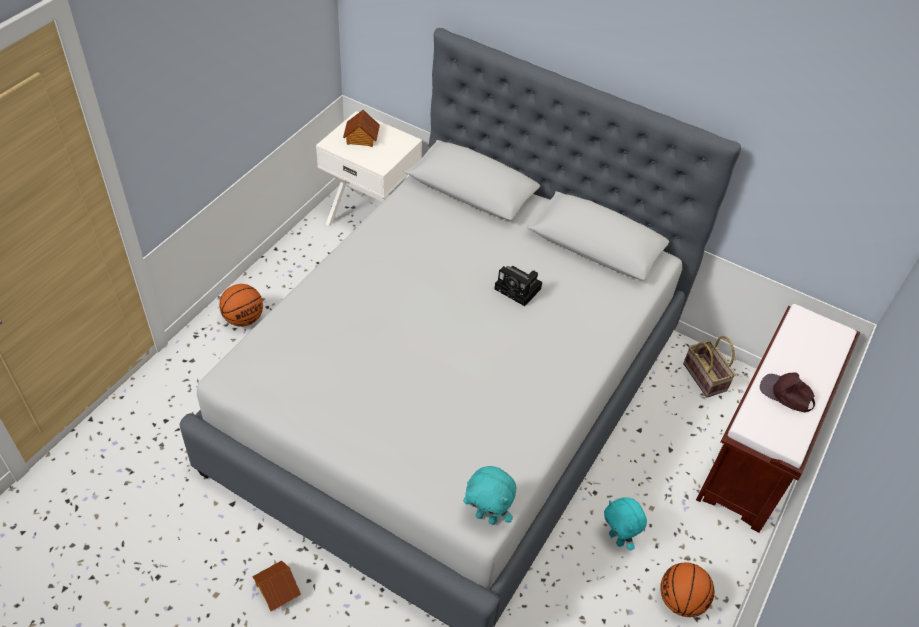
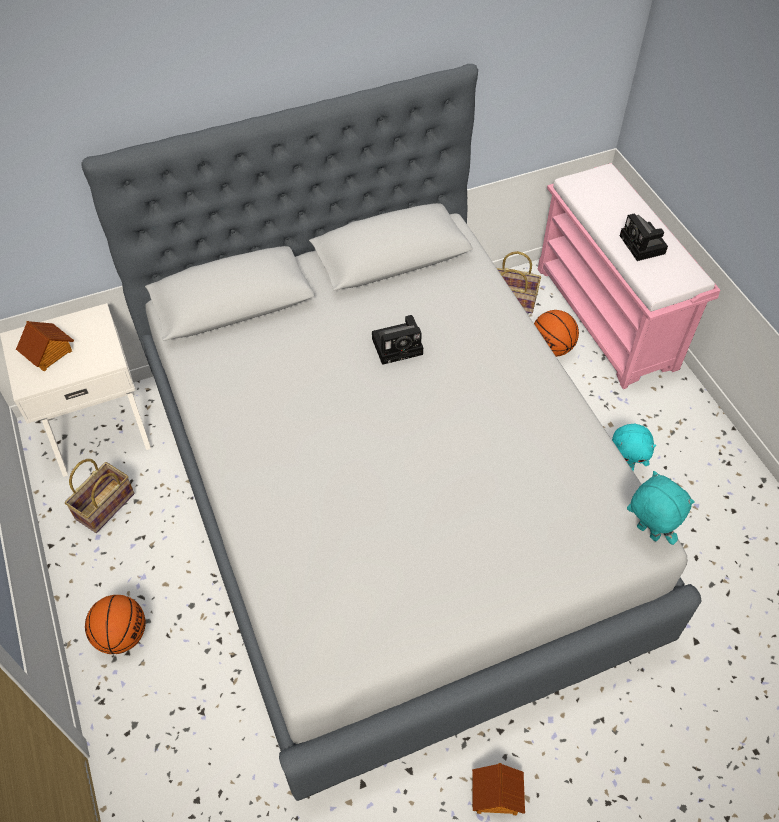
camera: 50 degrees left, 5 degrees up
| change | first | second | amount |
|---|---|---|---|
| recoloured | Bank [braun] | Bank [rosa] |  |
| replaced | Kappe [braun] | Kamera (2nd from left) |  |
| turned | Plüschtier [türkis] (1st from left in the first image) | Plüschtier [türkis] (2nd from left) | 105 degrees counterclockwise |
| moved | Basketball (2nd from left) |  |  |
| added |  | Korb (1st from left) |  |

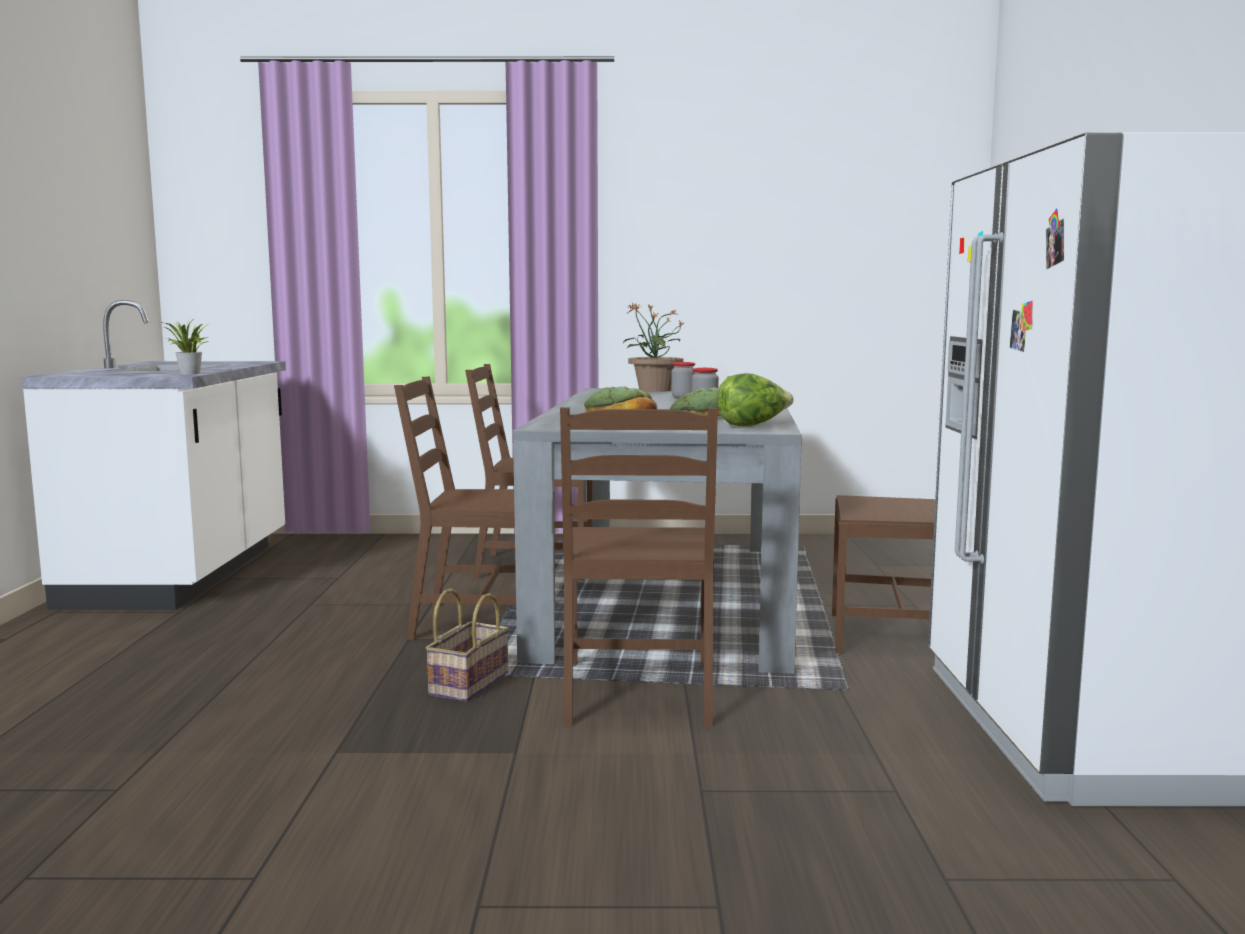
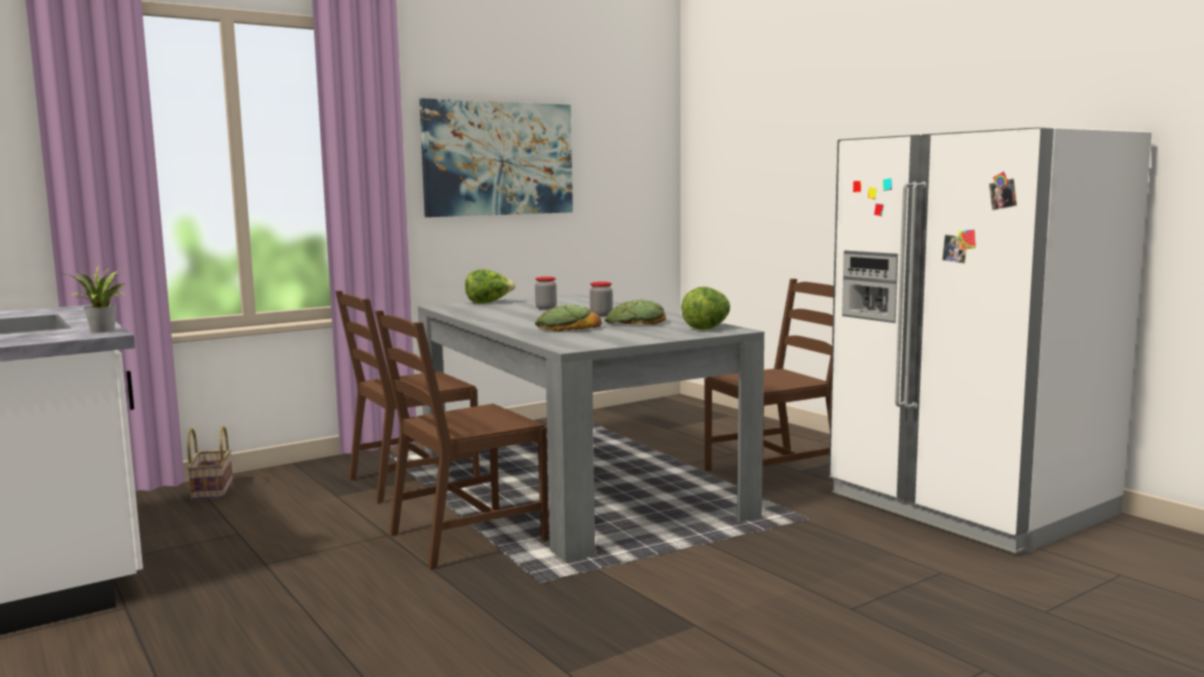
camera: 35 degrees left, 0 degrees up
| change | first | second | amount |
|---|---|---|---|
| replaced | Topfpflanze (2nd from left) | Salatkopf (1st from left) |  |
| removed | Stuhl [braun] (3rd from left) |  |  |
| moved | Korb |  |  |
| added |  | Bild |  |

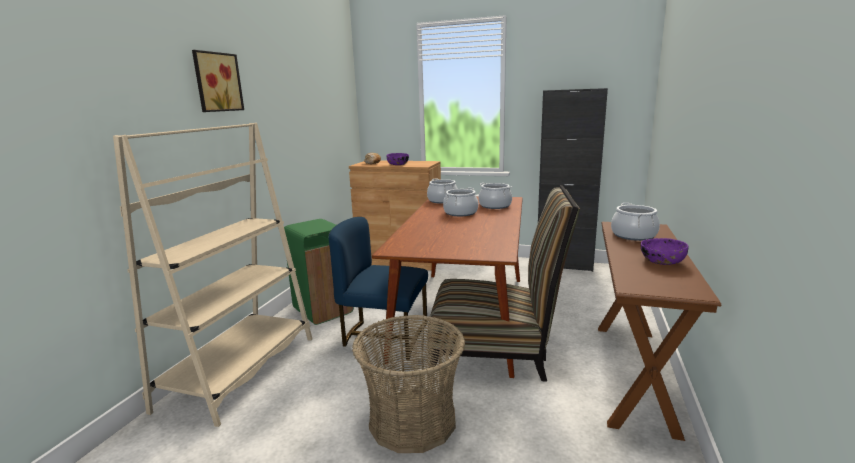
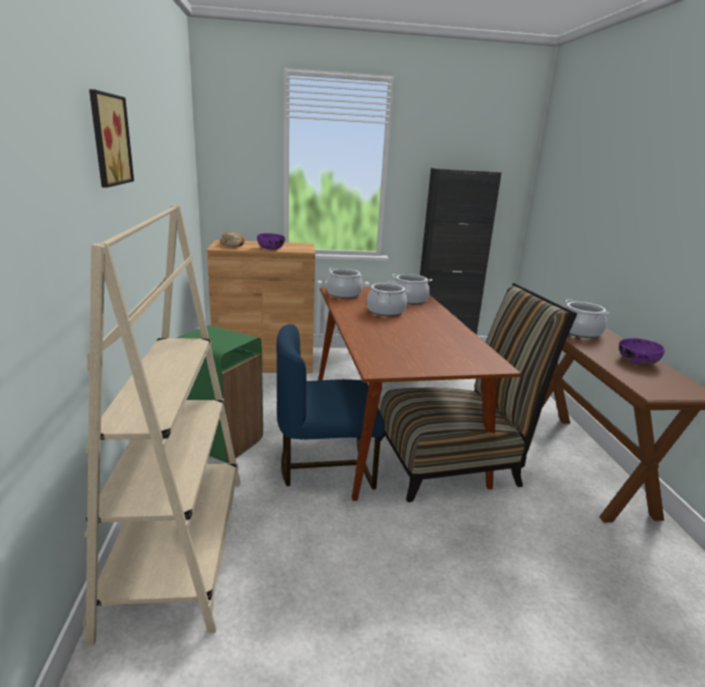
camera: 25 degrees left, 5 degrees up
| change | first | second | amount |
|---|---|---|---|
| removed | Korb |  |  |

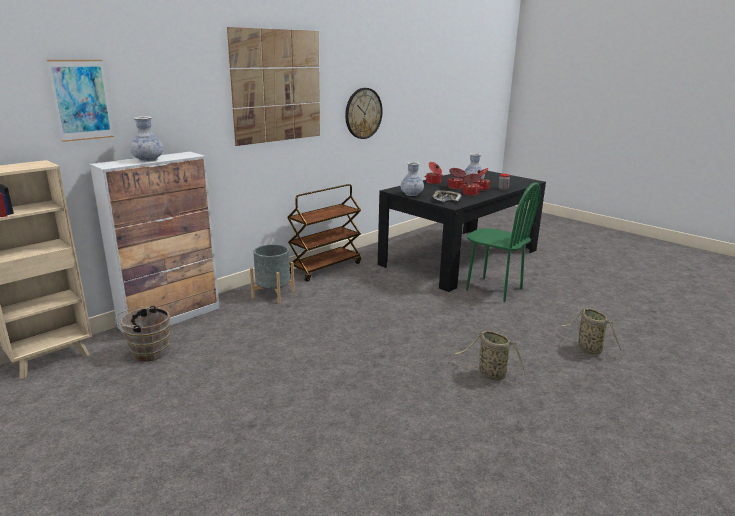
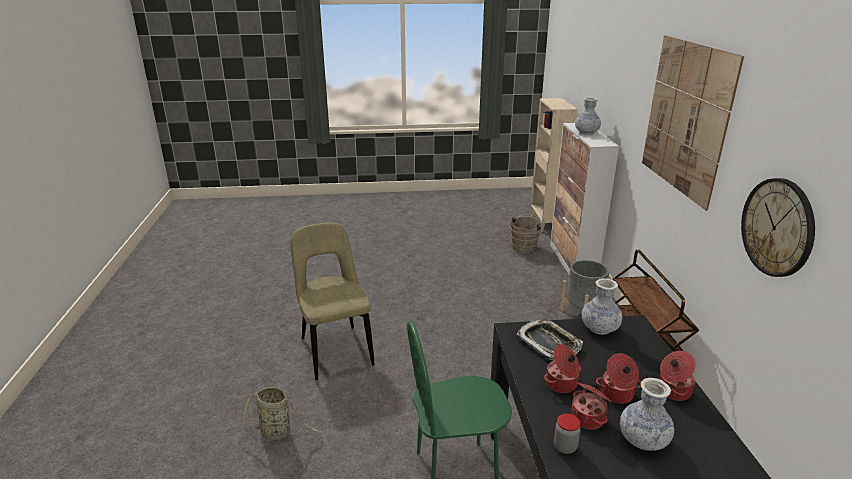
camera: 130 degrees right, 5 degrees up
| change | first | second | amount |
|---|---|---|---|
| removed | Bild (1st from left) |  |  |
| replaced | Korb (1st from left) | Stuhl [beige] |  |

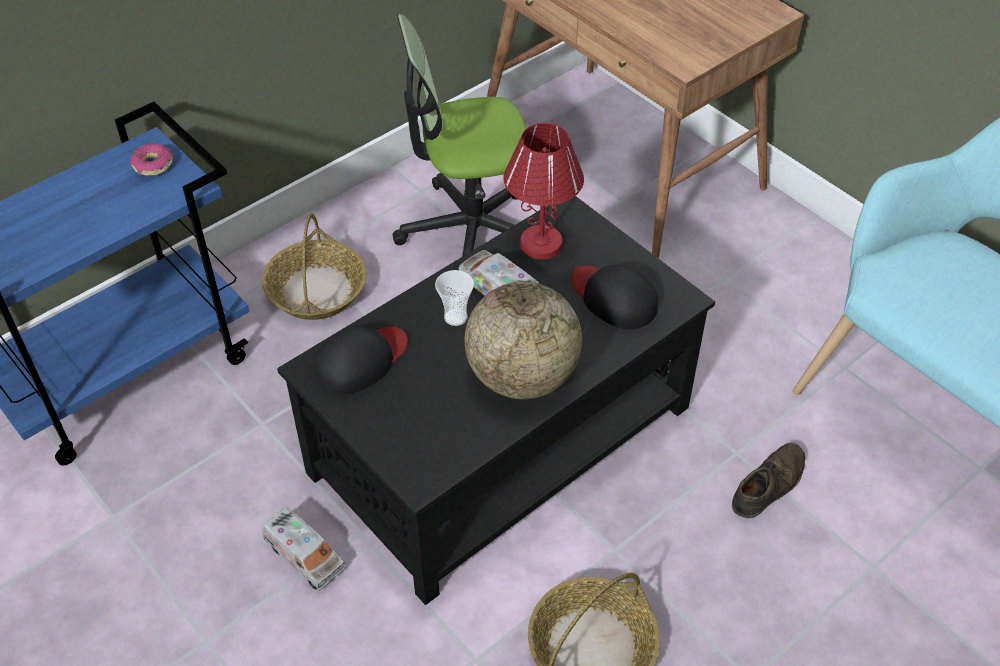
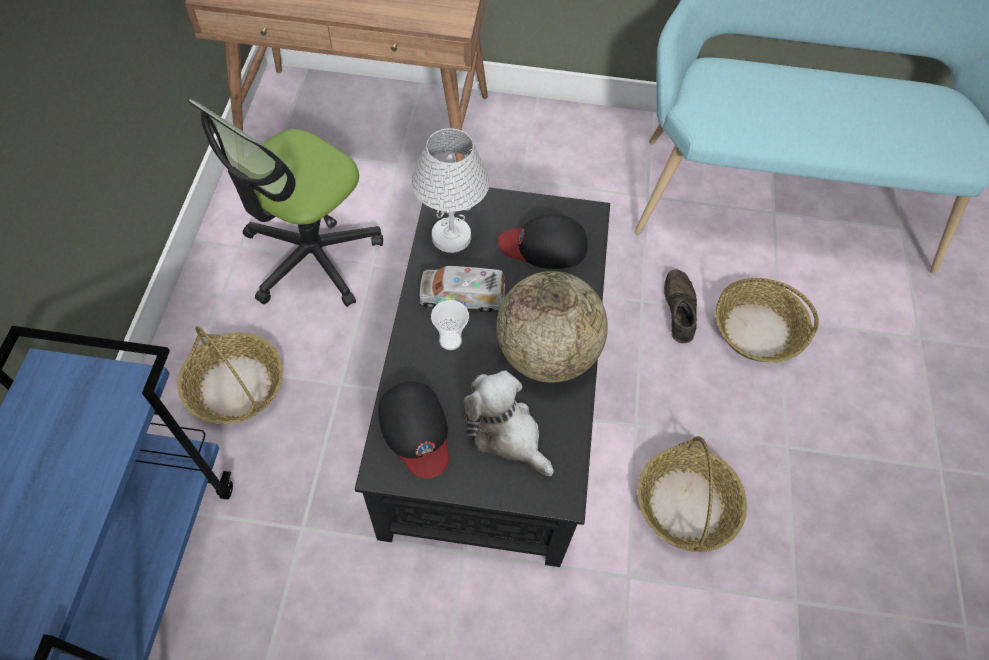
camera: 45 degrees left, 10 degrees up
| change | first | second | amount |
|---|---|---|---|
| recoloured | Tischlampe [rot] | Tischlampe [weiß] |  |
| removed | Donut |  |  |
| turned | Kappe [schwarz] (1st from left) |  | 150 degrees clockwise |
| removed | Spielzeuglaster (1st from left) |  |  |
| added |  | Korb (3rd from left) |  |
| added |  | Plüschtier |  |

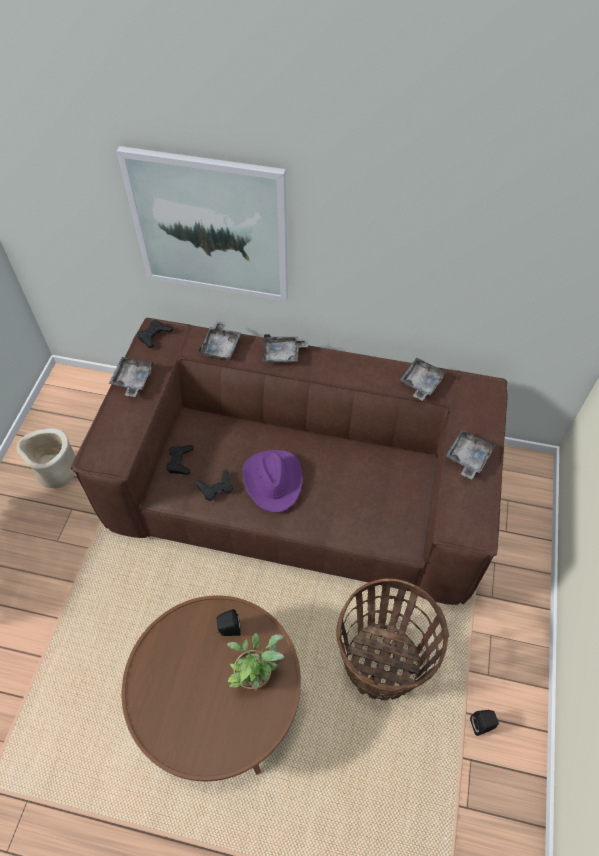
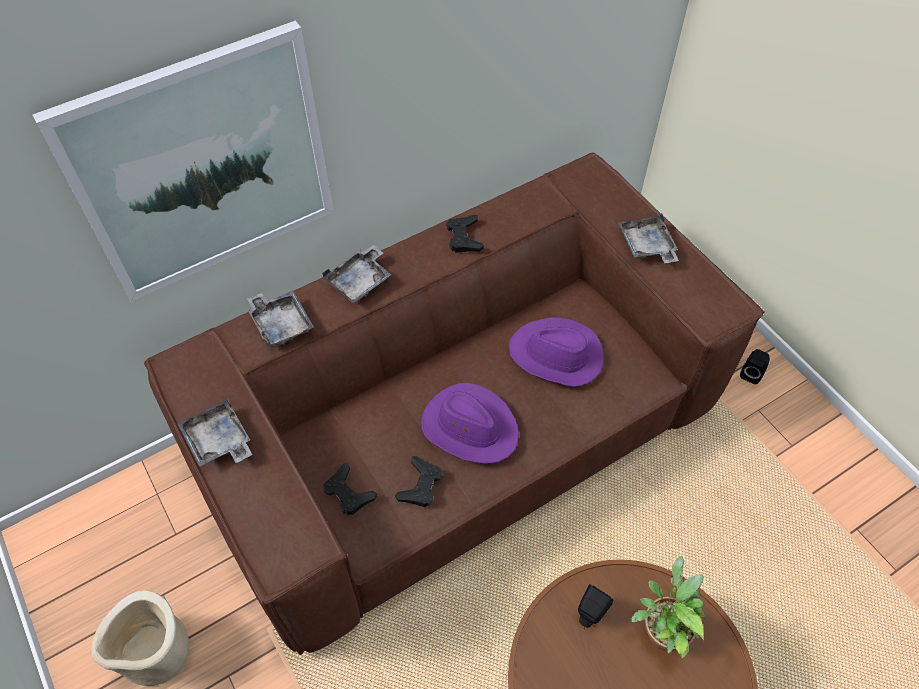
camera: 45 degrees left, 0 degrees up
| change | first | second | amount |
|---|---|---|---|
| moved | Gamepad [schwarz] (1st from left in the first image) | Gamepad [schwarz] (3rd from left) |  |
| removed | Tablett [grau] (4th from left) |  |  |
| removed | Korb |  |  |
| moved | Lautsprecher [schwarz] (2nd from left) |  |  |
| added |  | Hut [lila] (2nd from left) |  |

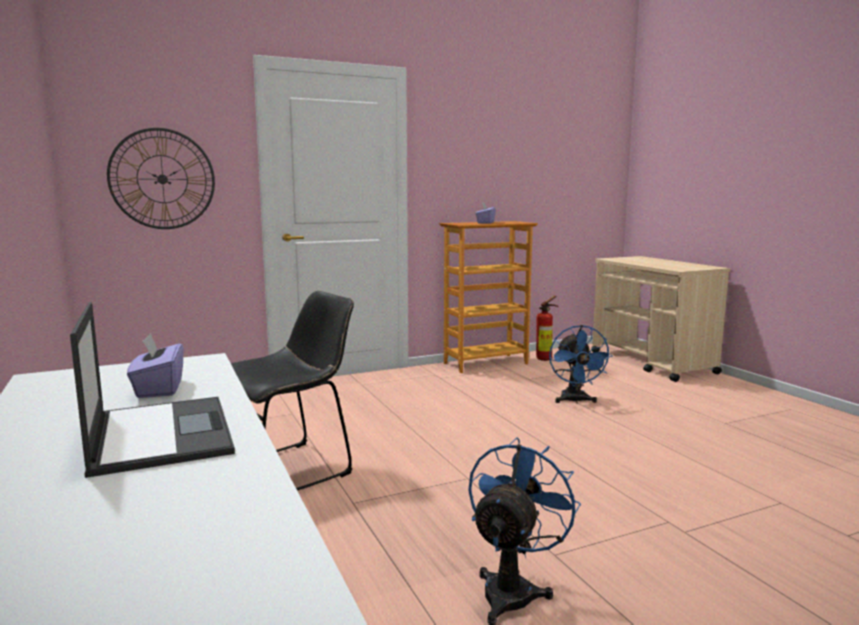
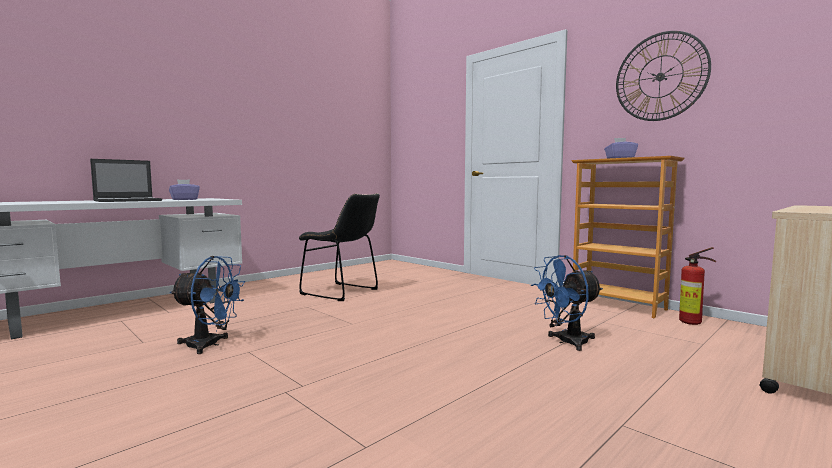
camera: 70 degrees right, 5 degrees down
| change | first | second | amount |
|---|---|---|---|
| moved | Wanduhr |  |  |

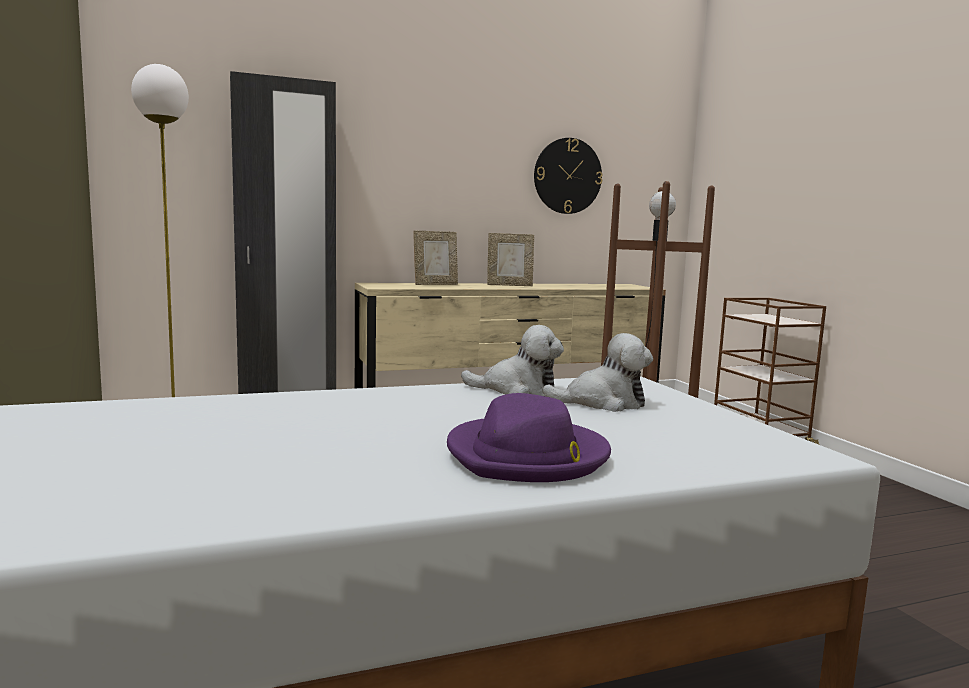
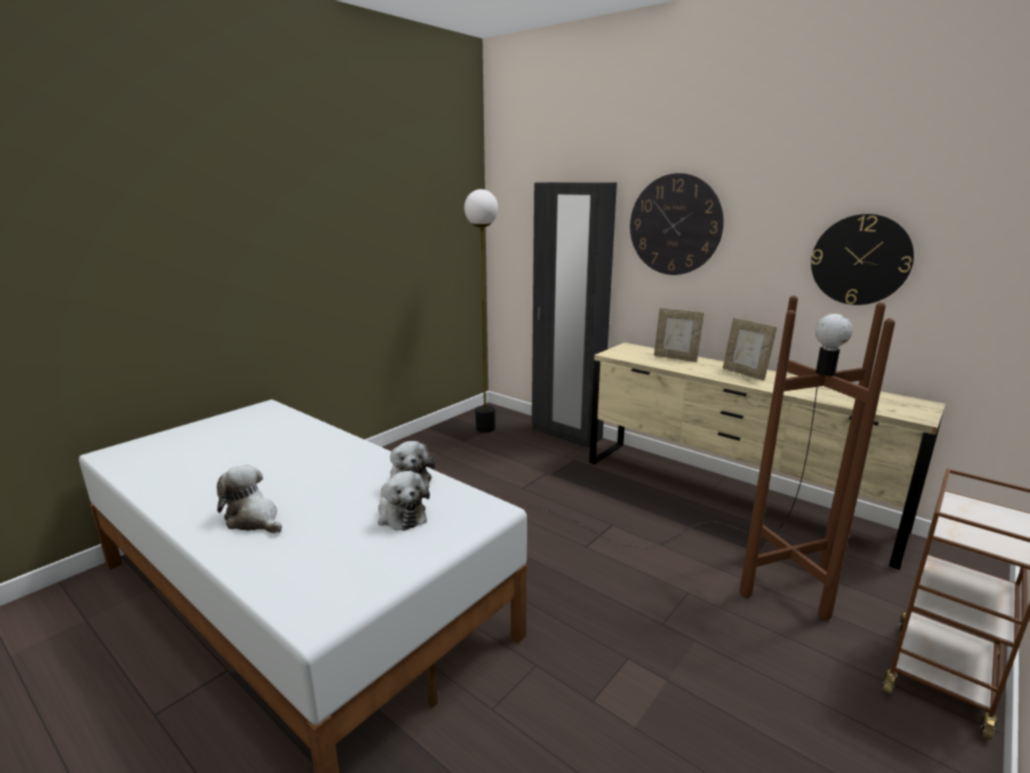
camera: 60 degrees right, 10 degrees up
| change | first | second | amount |
|---|---|---|---|
| replaced | Hut [lila] | Plüschtier (1st from left) |  |
| added |  | Wanduhr (1st from left) |  |

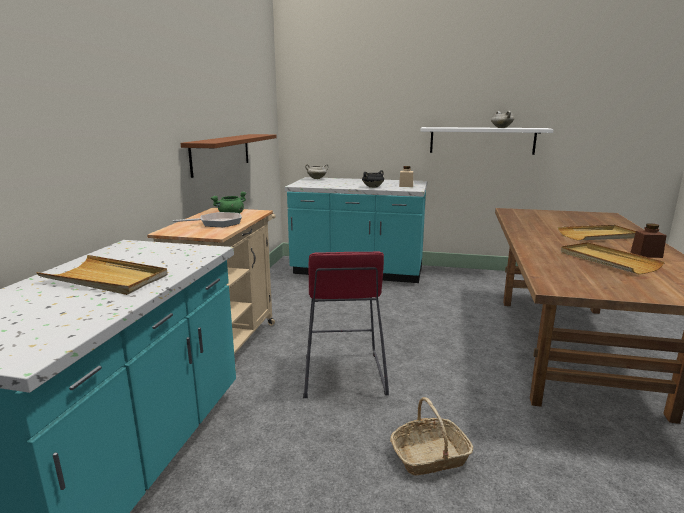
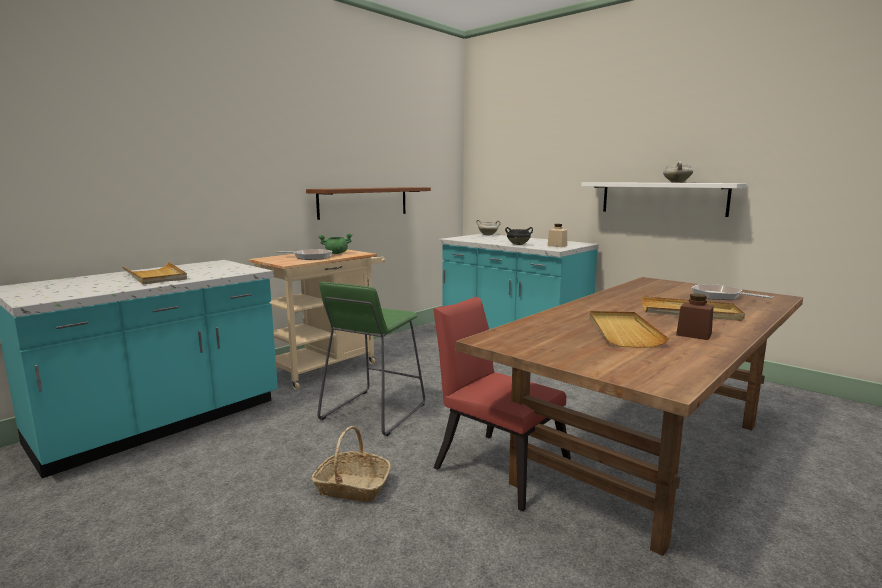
camera: 30 degrees right, 5 degrees down
| change | first | second | amount |
|---|---|---|---|
| recoloured | Hocker [rot] | Hocker [grün] |  |
| added |  | Pfanne (2nd from left) |  |
| added |  | Stuhl [rot] |  |

